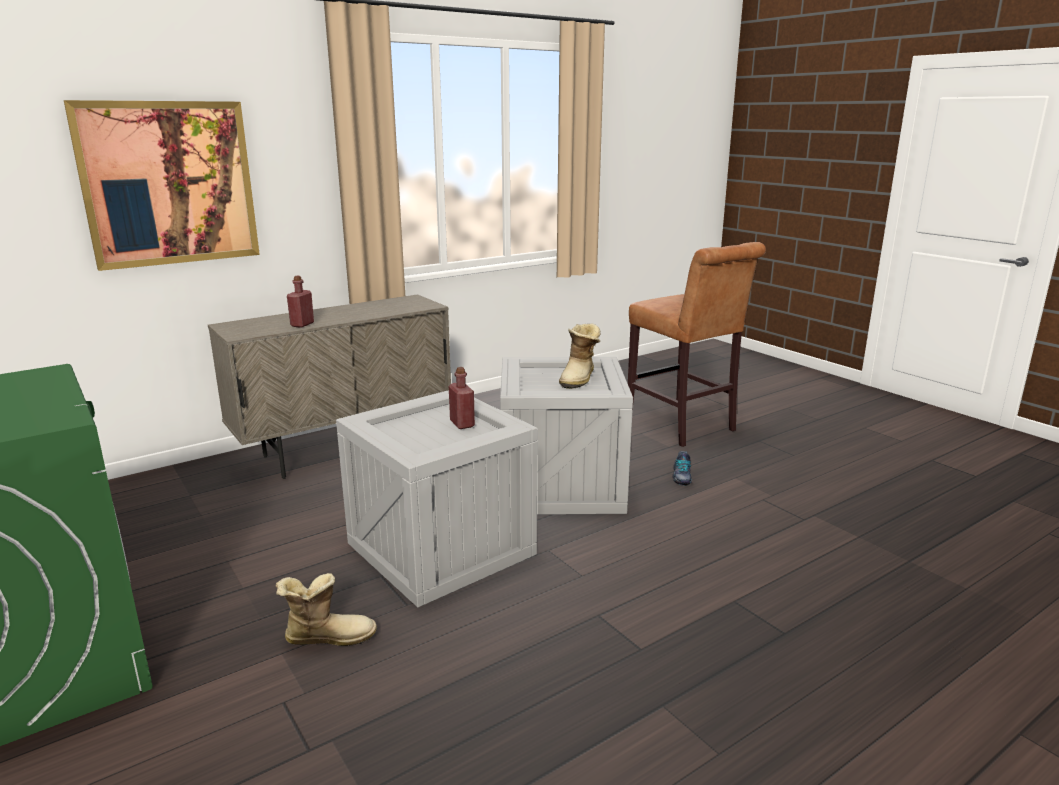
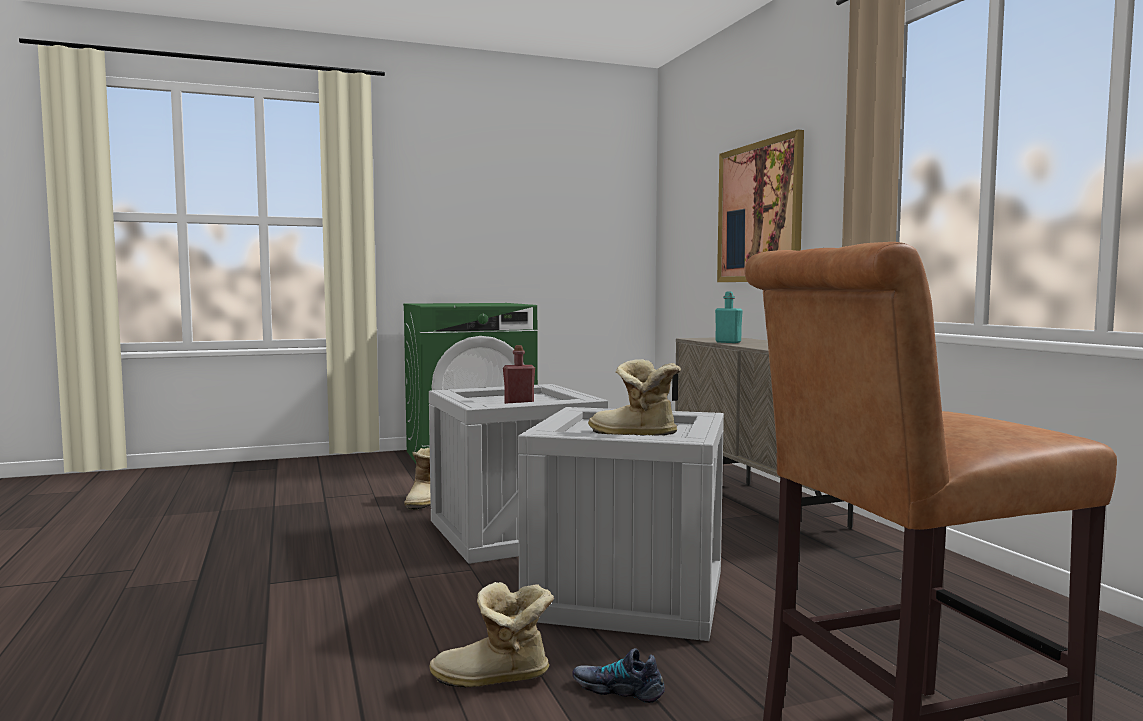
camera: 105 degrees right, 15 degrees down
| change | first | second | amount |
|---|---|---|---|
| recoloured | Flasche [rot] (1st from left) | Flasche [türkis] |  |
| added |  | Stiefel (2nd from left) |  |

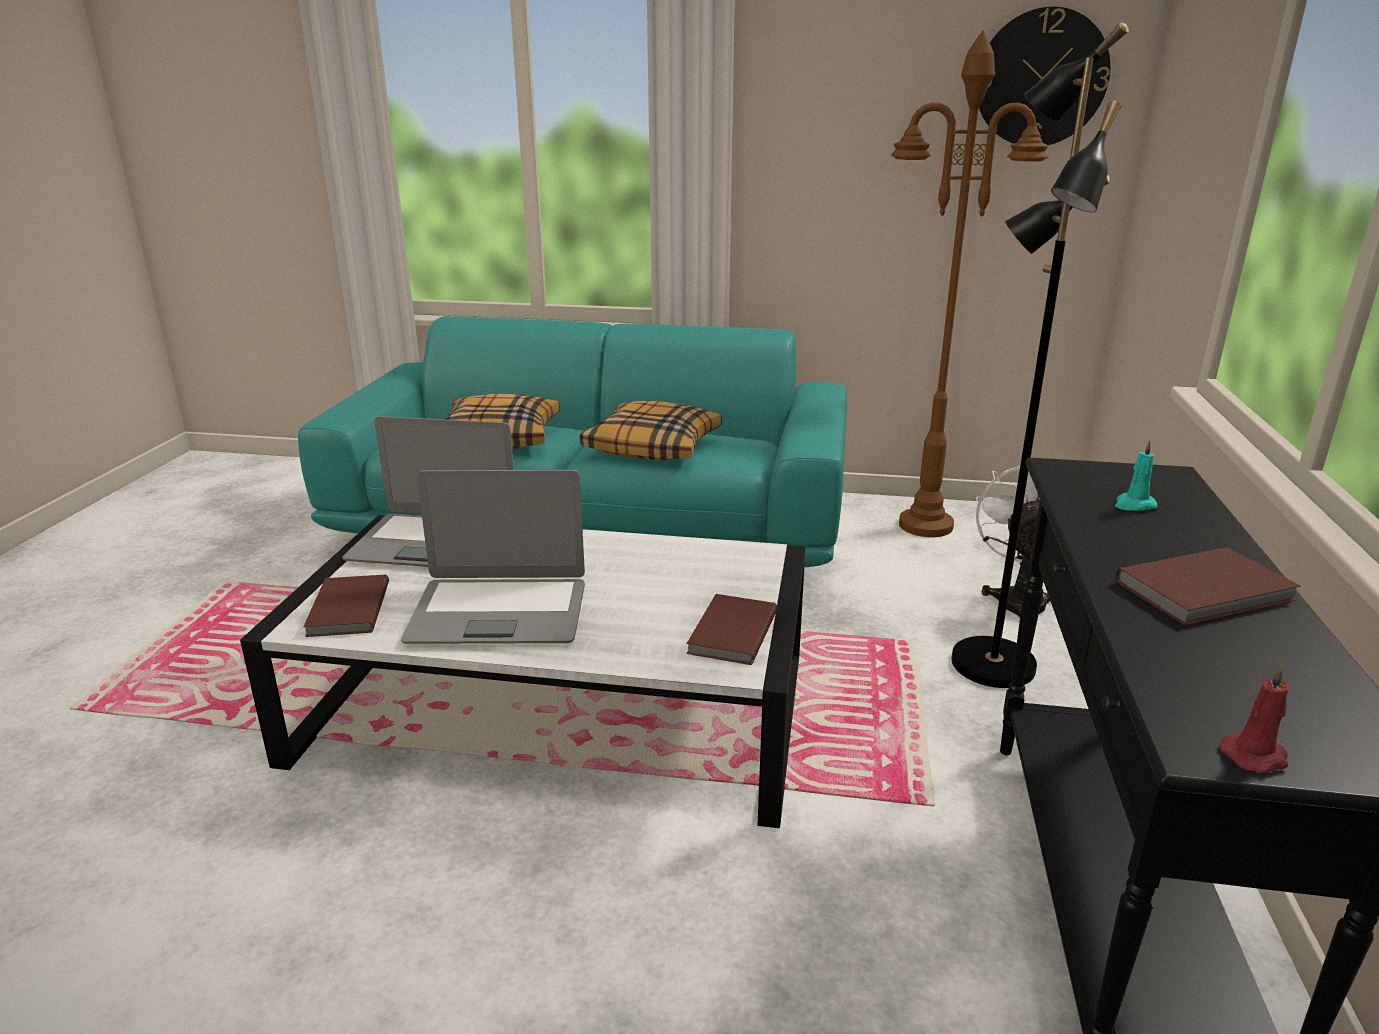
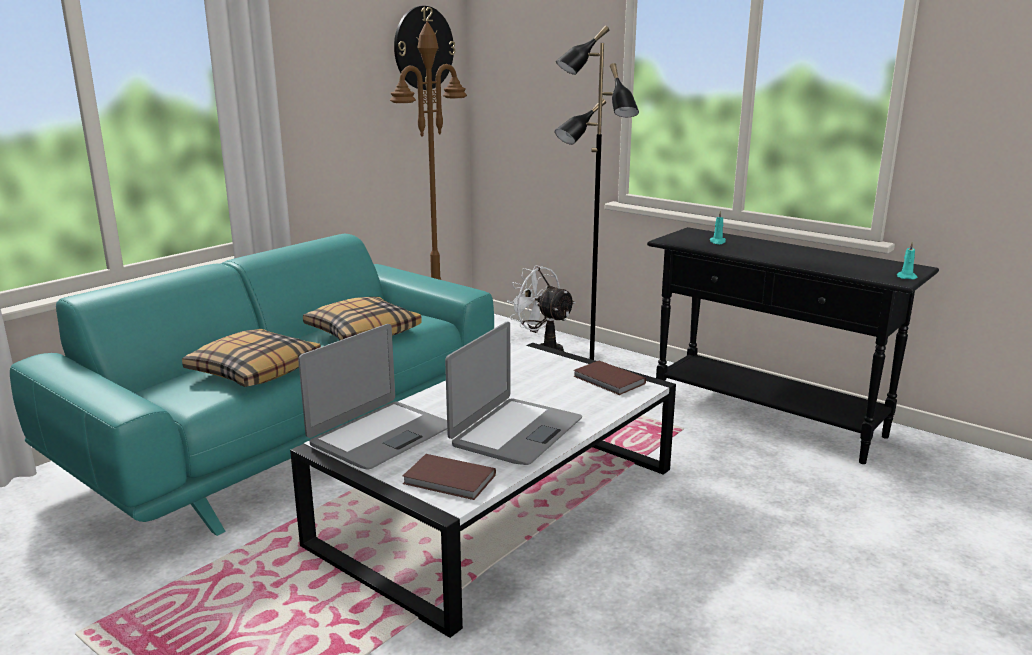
camera: 60 degrees left, 5 degrees down
| change | first | second | amount |
|---|---|---|---|
| removed | Buch [braun] (3rd from left) |  |  |
| recoloured | Kerze [rot] | Kerze [türkis] (2nd from left) |  |

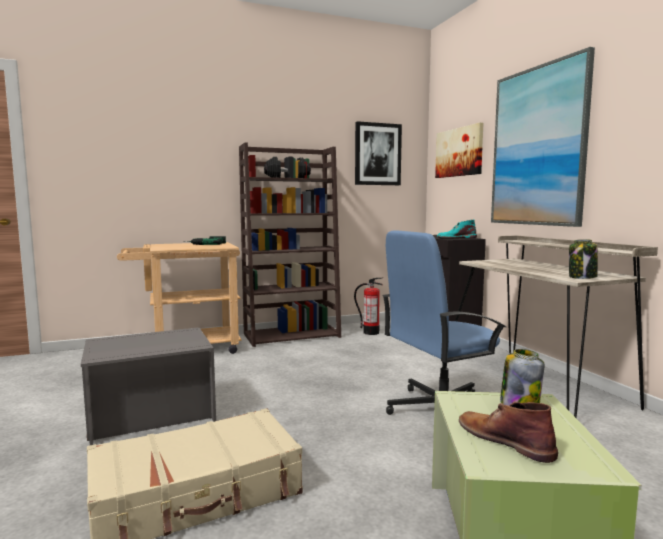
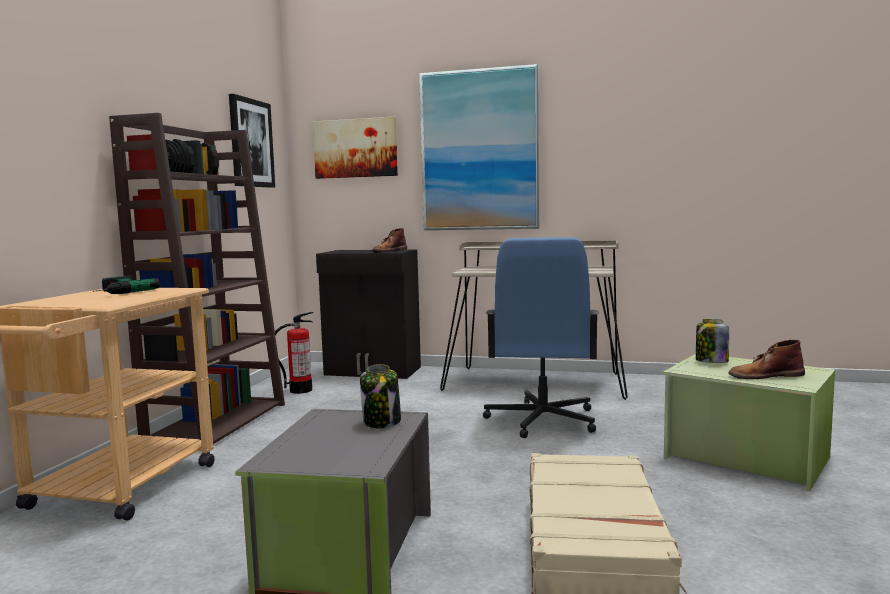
camera: 55 degrees left, 0 degrees up
| change | first | second | amount |
|---|---|---|---|
| recoloured | Stiefel [türkis] | Stiefel [braun] (1st from left) |  |
| moved | Vorratsglas (2nd from left in the first image) | Vorratsglas (1st from left) |  |

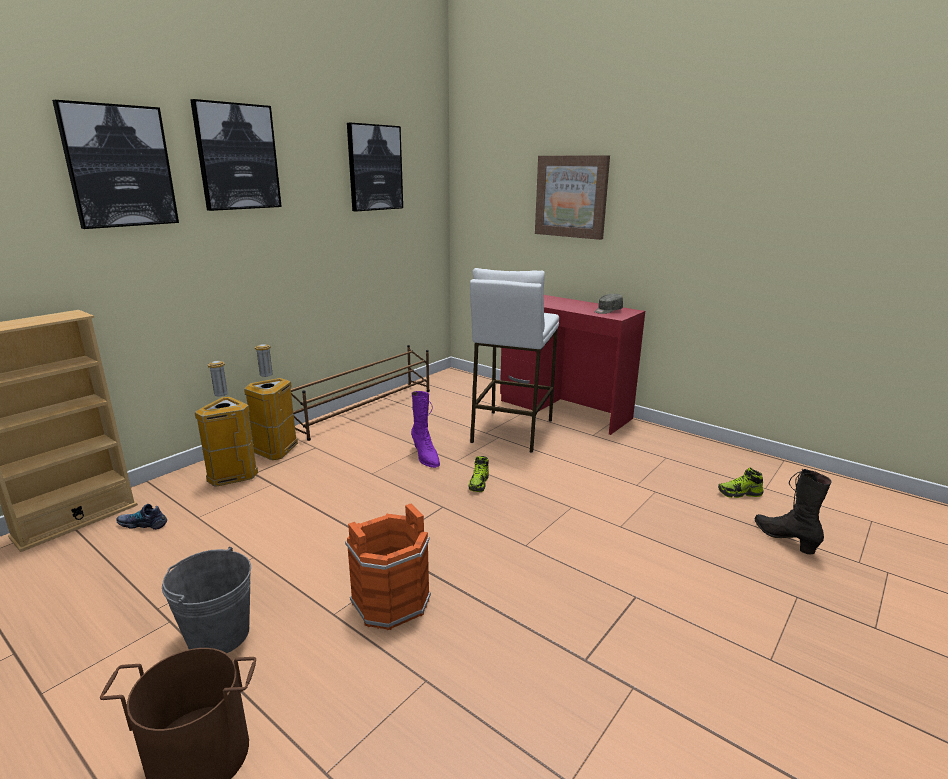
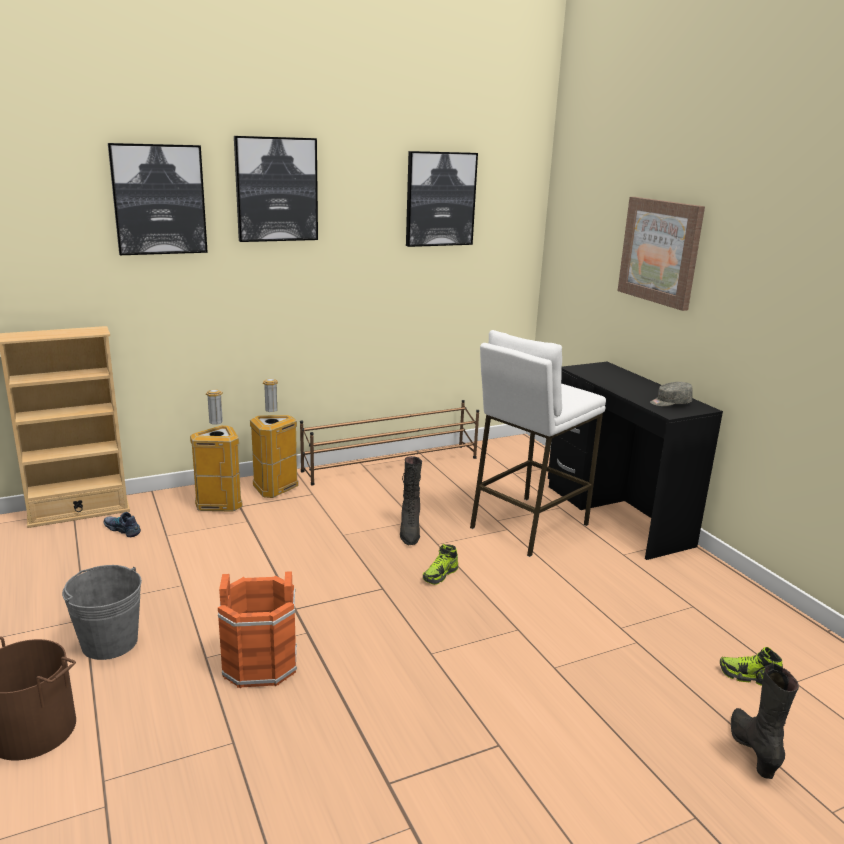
camera: 25 degrees right, 0 degrees up
| change | first | second | amount |
|---|---|---|---|
| recoloured | Schreibtisch [rot] | Schreibtisch [schwarz] |  |
| recoloured | Stiefel [lila] | Stiefel [schwarz] (1st from left) |  |

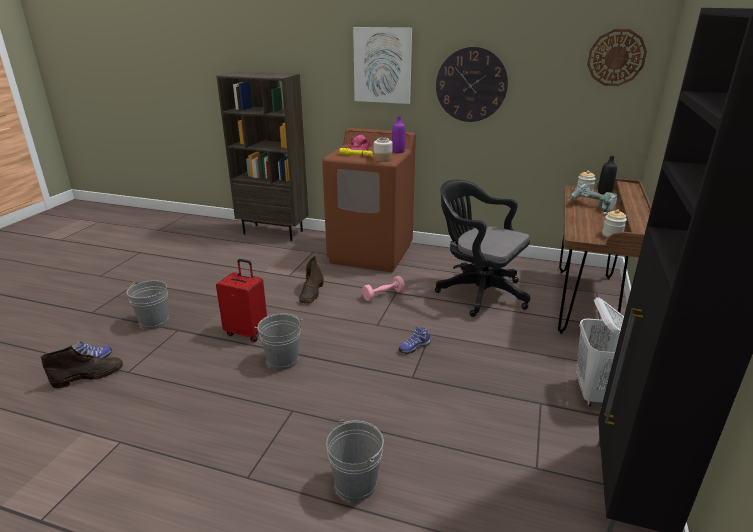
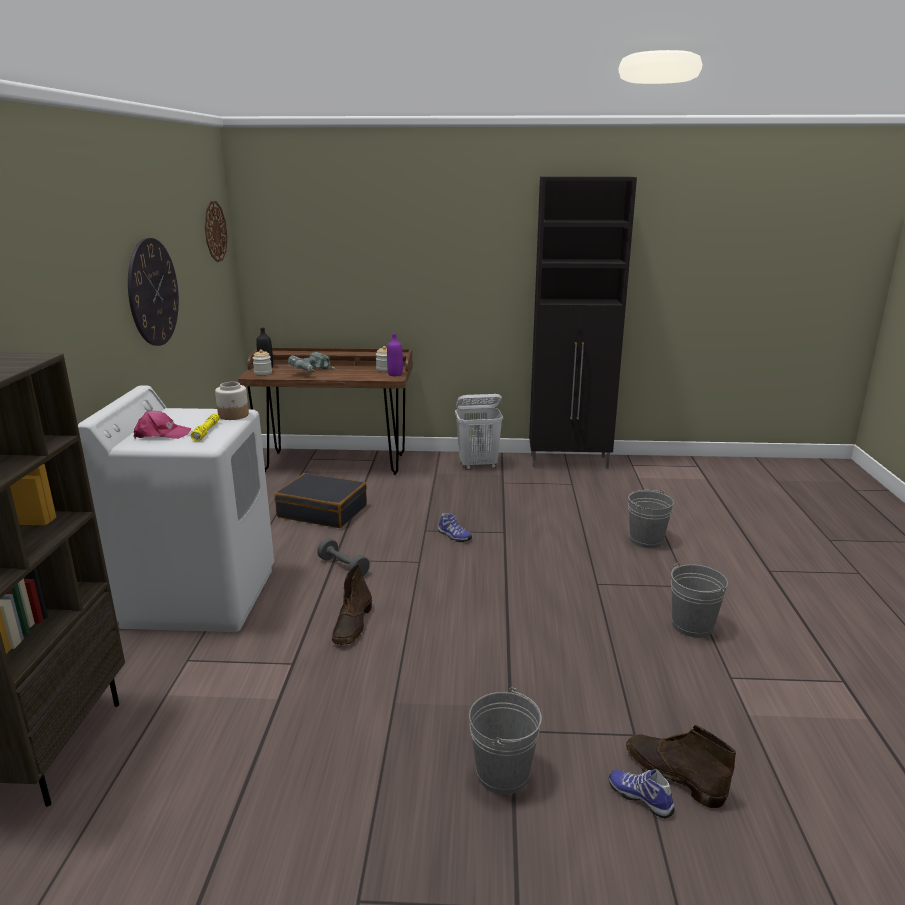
camera: 105 degrees left, 5 degrees down
| change | first | second | amount |
|---|---|---|---|
| removed | Bild |  |  |
| moved | Flasche [lila] |  |  |
| recoloured | Waschmaschine [braun] | Waschmaschine [weiß] |  |
| replaced | Bürostuhl [schwarz] | Koffer [schwarz] |  |
| turned | Stiefel [braun] (2nd from left in the first image) | Stiefel [braun] (1st from left) | 105 degrees clockwise |
| removed | Koffer [rot] |  |  |
| recoloured | Hantel [rosa] | Hantel [grau] |  |
| moved | Eimer [grau] (2nd from left in the first image) | Eimer [grau] (3rd from left) |  |

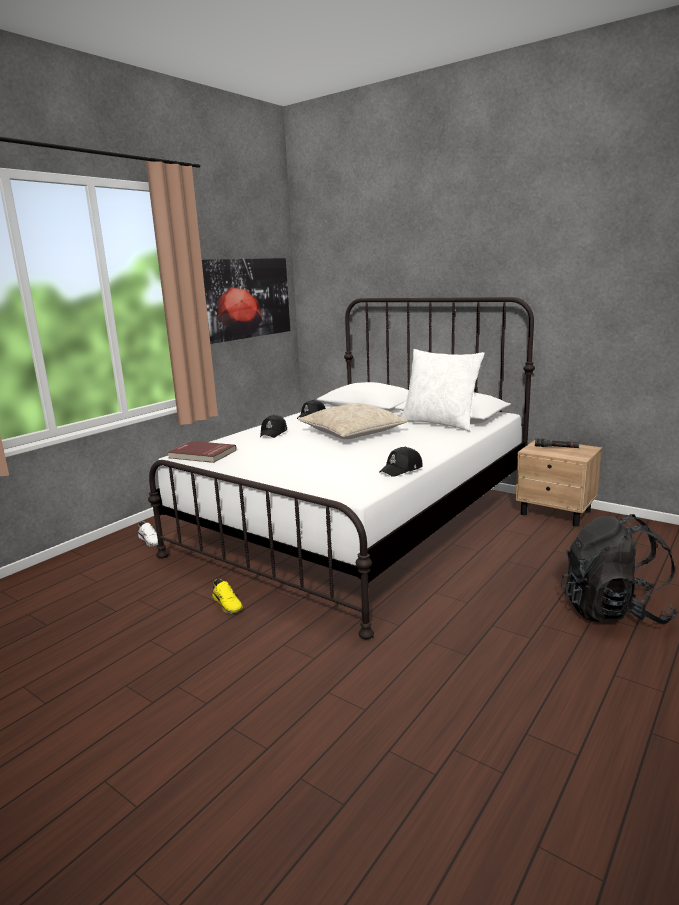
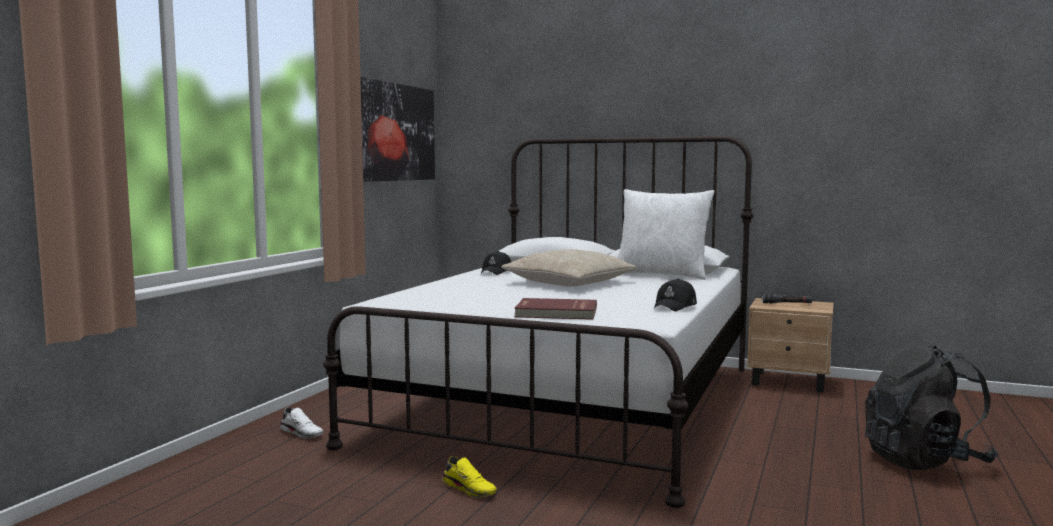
camera: 15 degrees left, 10 degrees down
| change | first | second | amount |
|---|---|---|---|
| removed | Kappe [schwarz] (1st from left) |  |  |
| moved | Buch [rot] |  |  |

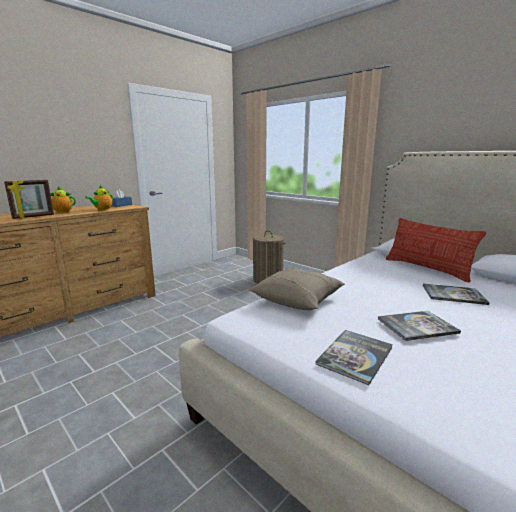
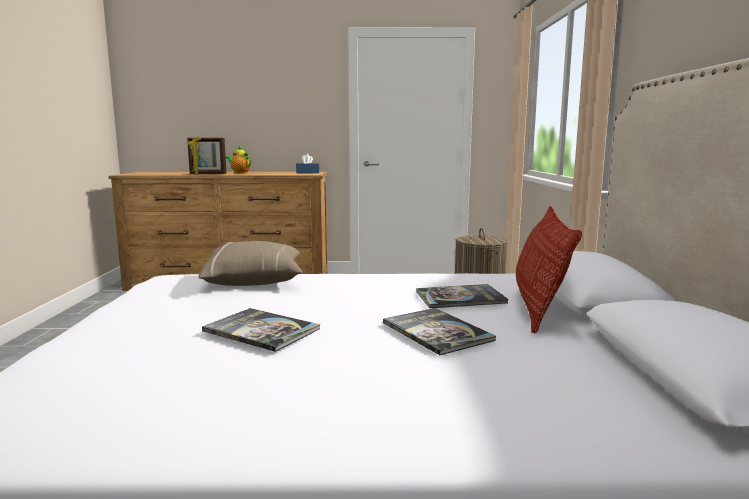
camera: 45 degrees right, 5 degrees down
| change | first | second | amount |
|---|---|---|---|
| removed | Teekanne (2nd from left) |  |  |
| moved | Buch (1st from left in the first image) | Buch (3rd from left) |  |

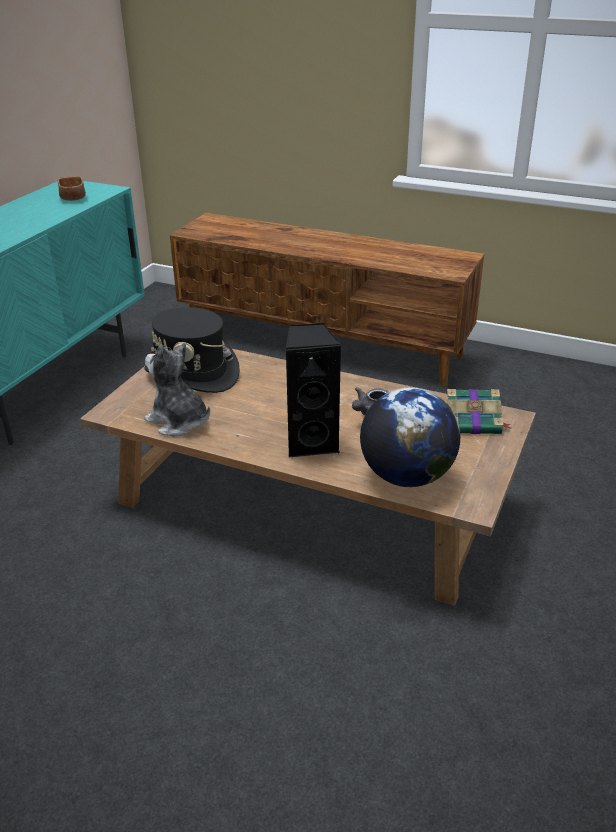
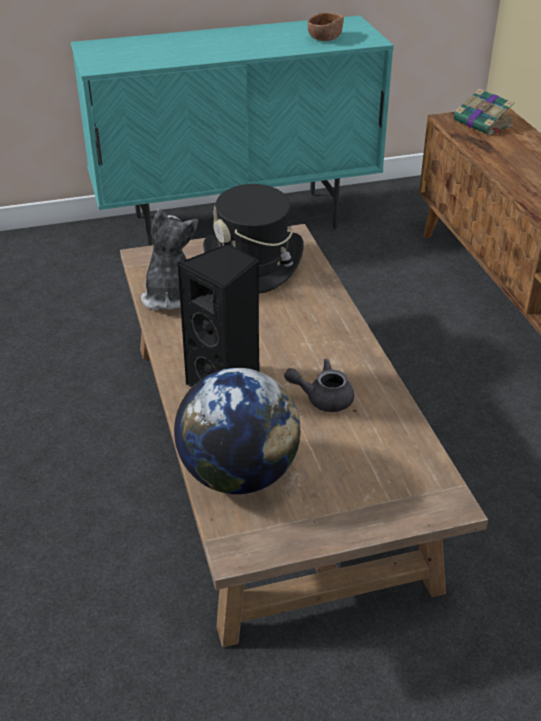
camera: 50 degrees right, 5 degrees up
| change | first | second | amount |
|---|---|---|---|
| moved | Buch |  |  |

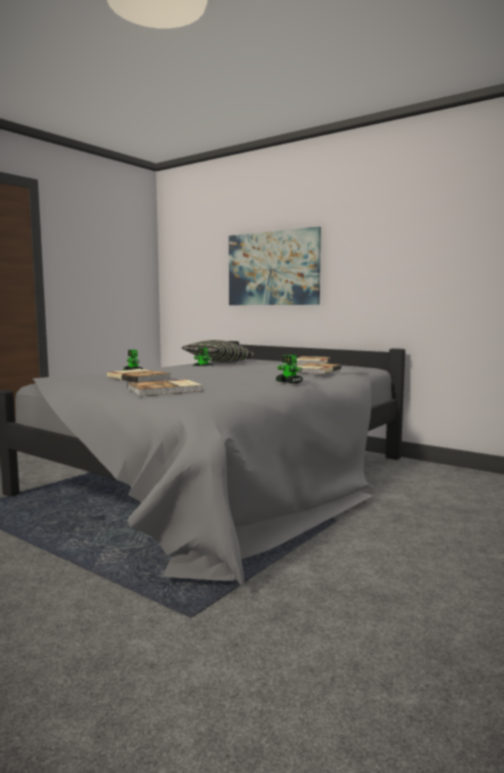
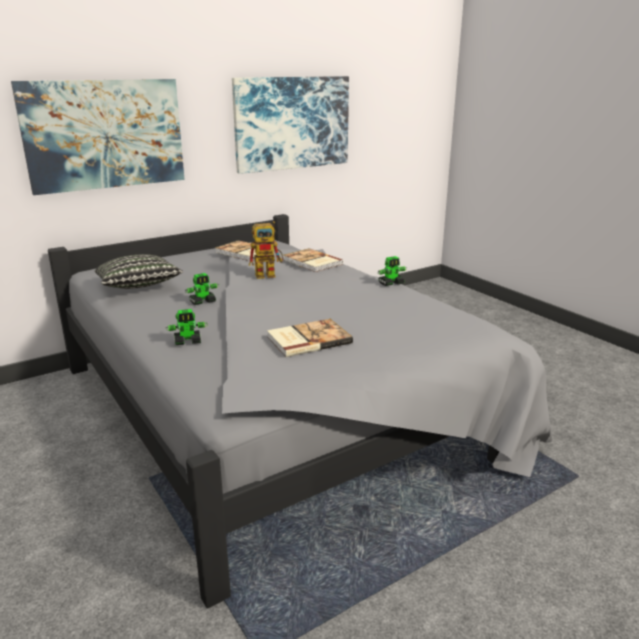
camera: 70 degrees left, 15 degrees up
| change | first | second | amount |
|---|---|---|---|
| removed | Buch (2nd from left) |  |  |
| added |  | Bild (2nd from left) |  |
| added |  | Spielzeugroboter (3rd from left) |  |

